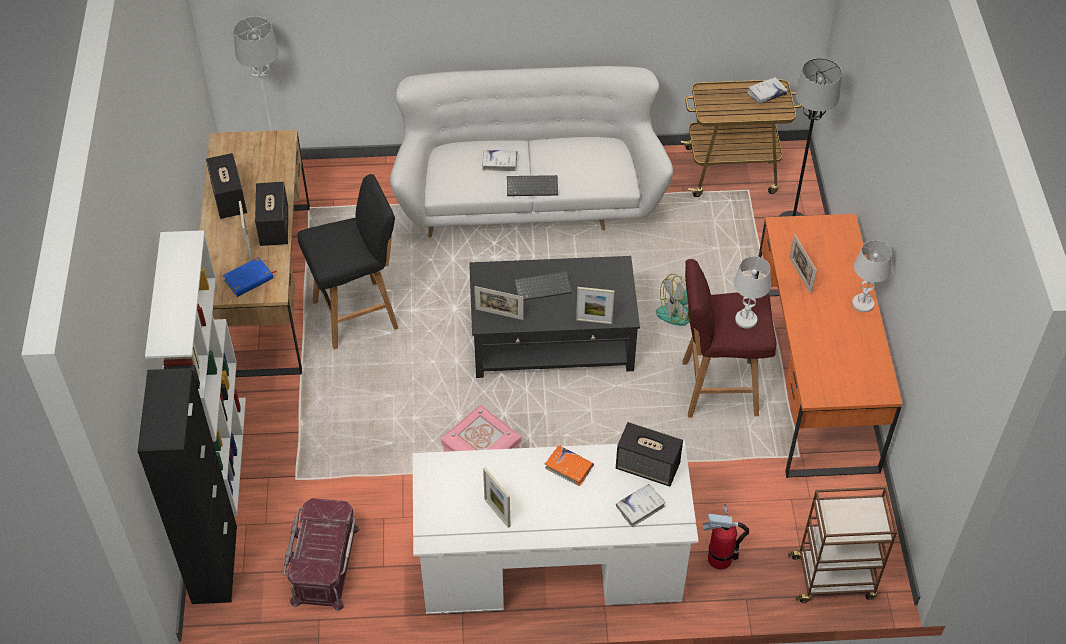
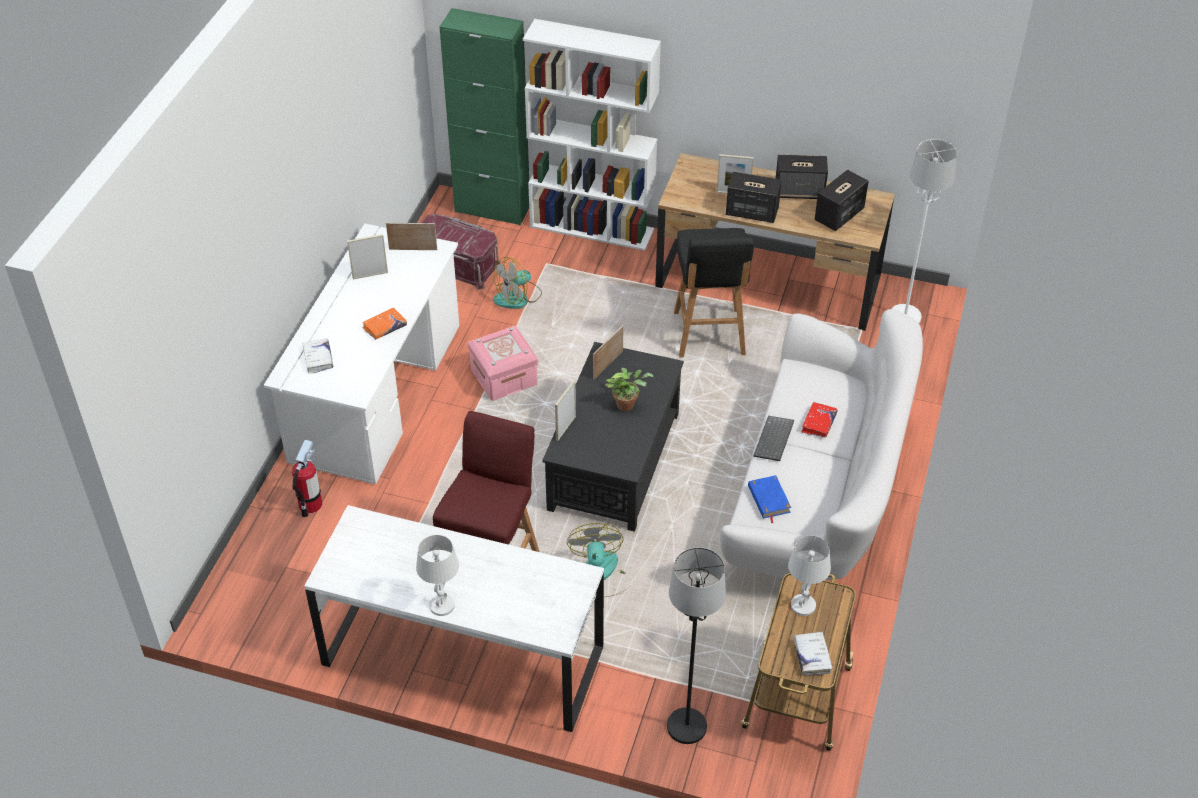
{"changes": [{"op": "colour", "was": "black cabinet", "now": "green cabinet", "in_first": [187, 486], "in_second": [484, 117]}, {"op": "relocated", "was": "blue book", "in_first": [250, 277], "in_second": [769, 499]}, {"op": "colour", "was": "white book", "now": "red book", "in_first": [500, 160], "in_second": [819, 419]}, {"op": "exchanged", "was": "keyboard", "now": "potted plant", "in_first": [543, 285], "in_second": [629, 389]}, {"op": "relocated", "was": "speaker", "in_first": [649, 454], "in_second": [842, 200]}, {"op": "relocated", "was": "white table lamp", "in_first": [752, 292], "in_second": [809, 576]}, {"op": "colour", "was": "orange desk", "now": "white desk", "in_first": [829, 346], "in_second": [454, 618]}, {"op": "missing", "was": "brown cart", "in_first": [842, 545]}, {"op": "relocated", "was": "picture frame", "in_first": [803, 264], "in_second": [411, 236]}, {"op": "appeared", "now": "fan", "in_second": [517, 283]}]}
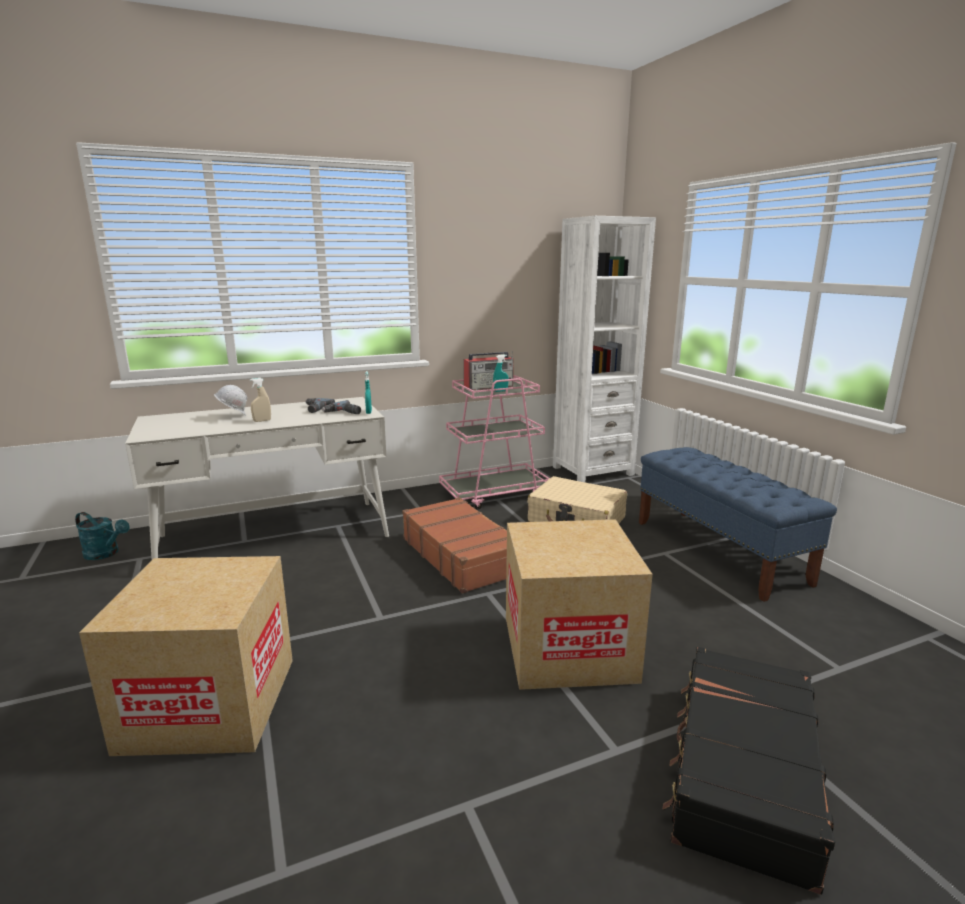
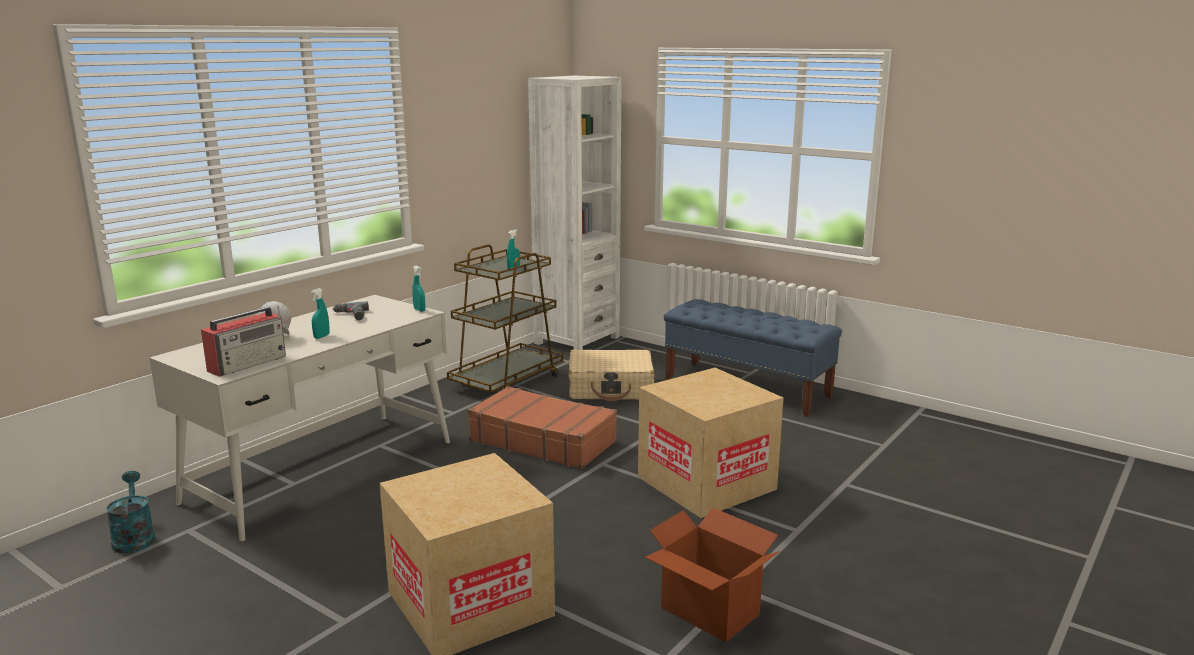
{"changes": [{"op": "spun", "was": "turquoise watering can", "in_first": [102, 536], "in_second": [130, 512], "clockwise": -105}, {"op": "colour", "was": "beige spray bottle", "now": "turquoise spray bottle", "in_first": [260, 400], "in_second": [320, 313]}, {"op": "missing", "was": "power drill", "in_first": [341, 407]}, {"op": "colour", "was": "pink cart", "now": "brown cart", "in_first": [494, 442], "in_second": [505, 318]}, {"op": "relocated", "was": "radio", "in_first": [489, 370], "in_second": [243, 341]}, {"op": "missing", "was": "black suitcase", "in_first": [748, 771]}, {"op": "appeared", "now": "cardboard box", "in_second": [712, 575]}]}
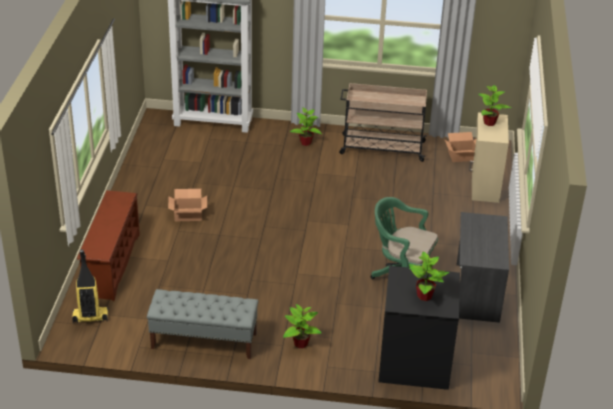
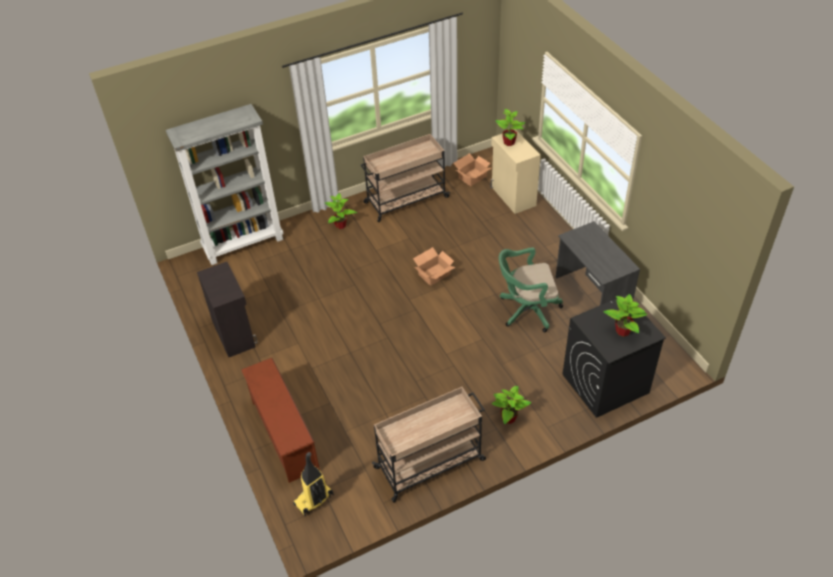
{"changes": [{"op": "exchanged", "was": "grey bench", "now": "beige cart", "in_first": [202, 324], "in_second": [429, 445]}, {"op": "relocated", "was": "cardboard box", "in_first": [187, 205], "in_second": [434, 266]}, {"op": "appeared", "now": "black cabinet", "in_second": [227, 309]}]}
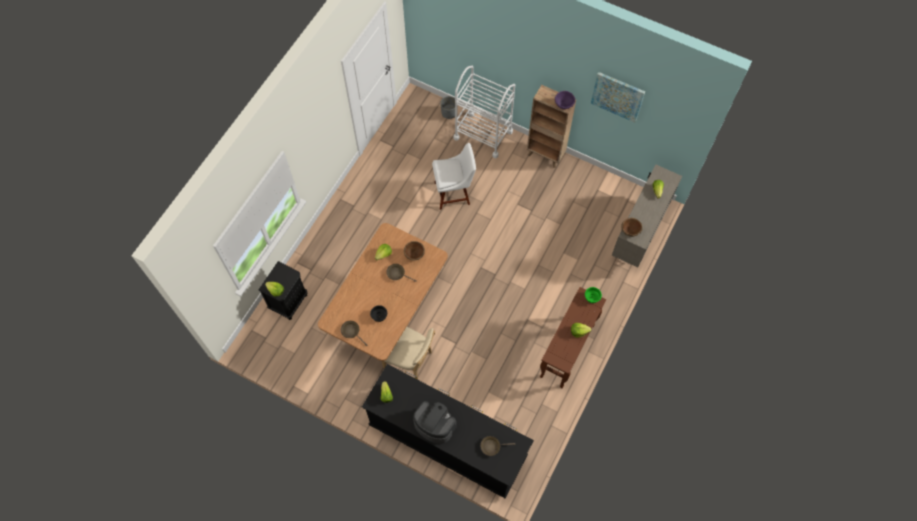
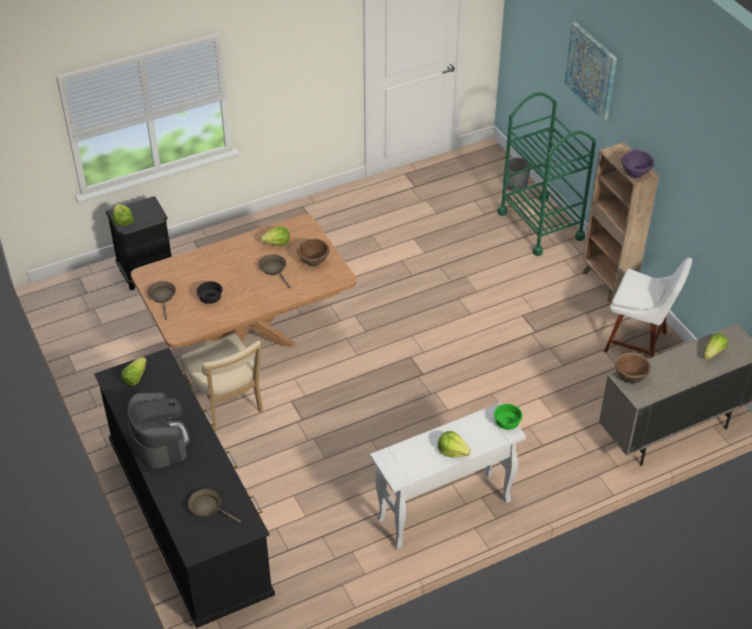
{"changes": [{"op": "relocated", "was": "white chair", "in_first": [454, 176], "in_second": [648, 308]}, {"op": "colour", "was": "white cart", "now": "green cart", "in_first": [484, 112], "in_second": [547, 174]}, {"op": "colour", "was": "brown console table", "now": "white console table", "in_first": [573, 337], "in_second": [448, 476]}, {"op": "relocated", "was": "picture", "in_first": [618, 97], "in_second": [590, 71]}]}
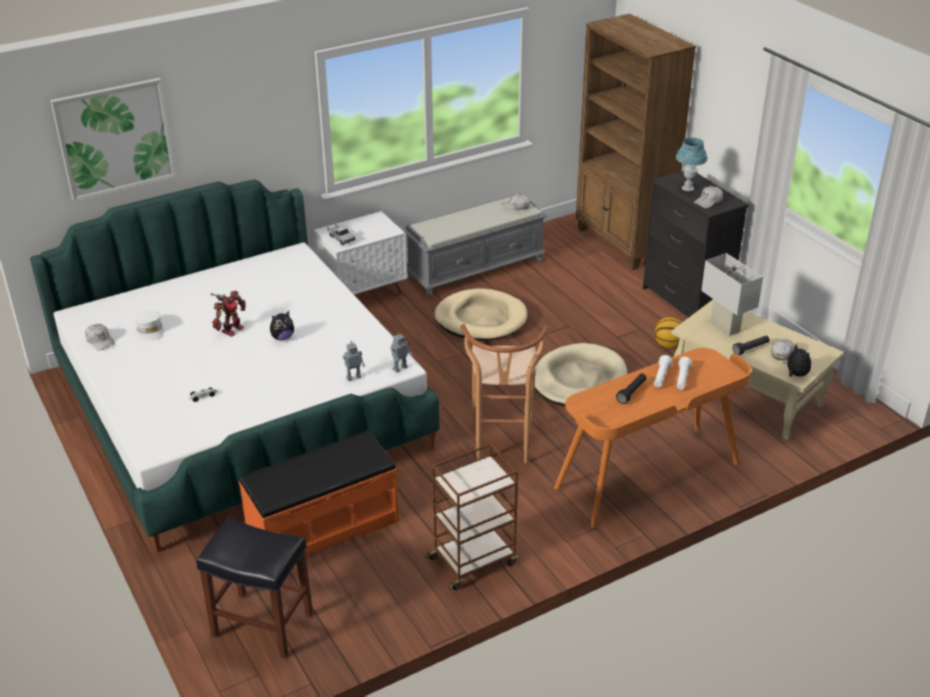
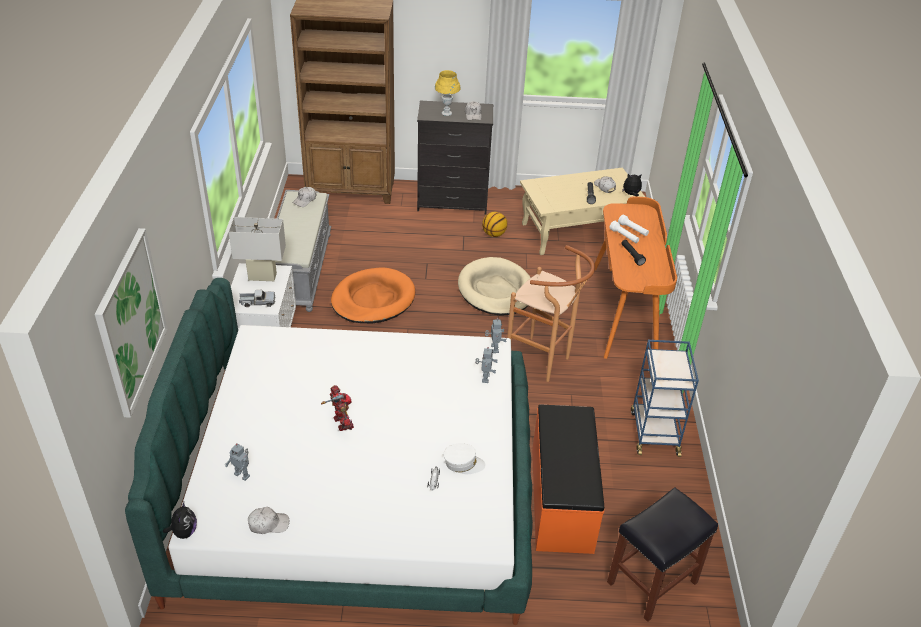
{"changes": [{"op": "relocated", "was": "white cap", "in_first": [149, 325], "in_second": [464, 458]}, {"op": "relocated", "was": "plush toy", "in_first": [282, 325], "in_second": [180, 520]}, {"op": "colour", "was": "brown cart", "now": "blue cart", "in_first": [471, 516], "in_second": [665, 398]}, {"op": "colour", "was": "beige dog bed", "now": "orange dog bed", "in_first": [480, 314], "in_second": [373, 295]}, {"op": "colour", "was": "blue table lamp", "now": "yellow table lamp", "in_first": [691, 164], "in_second": [448, 93]}, {"op": "relocated", "was": "white table lamp", "in_first": [732, 294], "in_second": [257, 249]}, {"op": "appeared", "now": "toy robot", "in_second": [237, 462]}]}
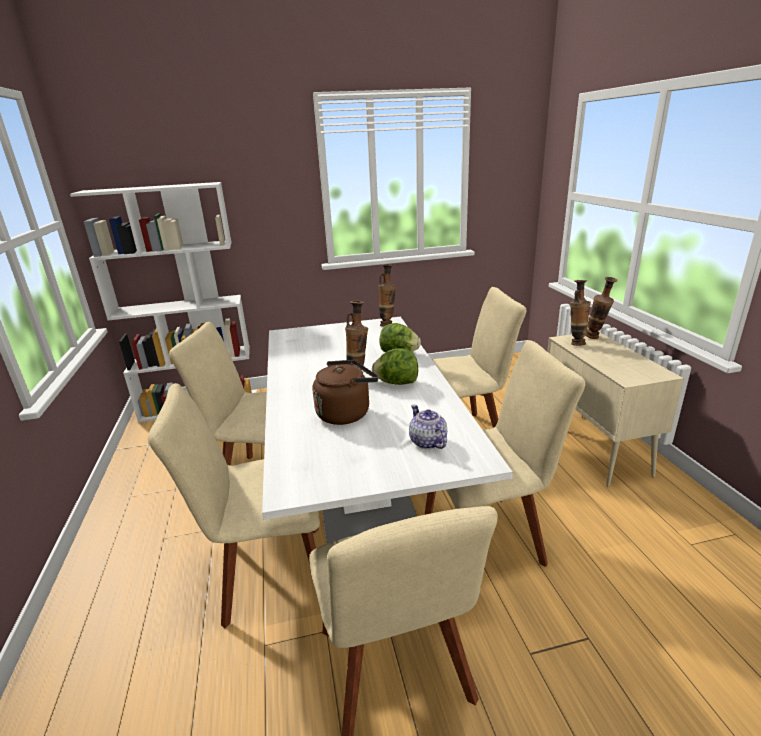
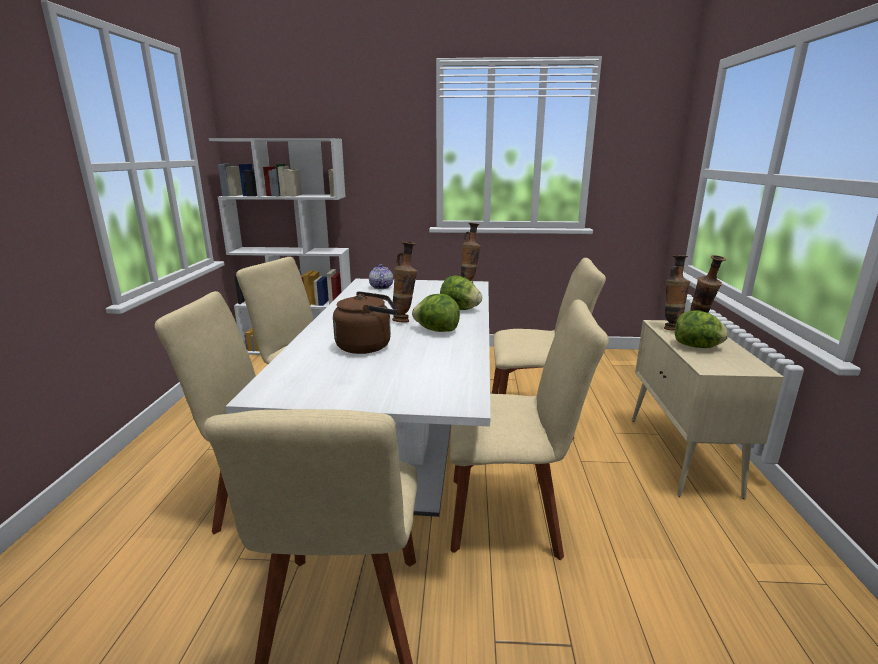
{"changes": [{"op": "relocated", "was": "teapot", "in_first": [428, 427], "in_second": [381, 276]}, {"op": "appeared", "now": "lettuce", "in_second": [701, 329]}]}
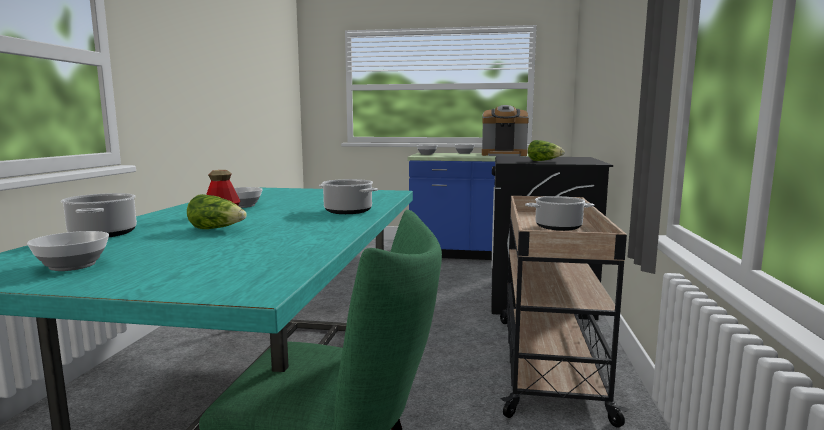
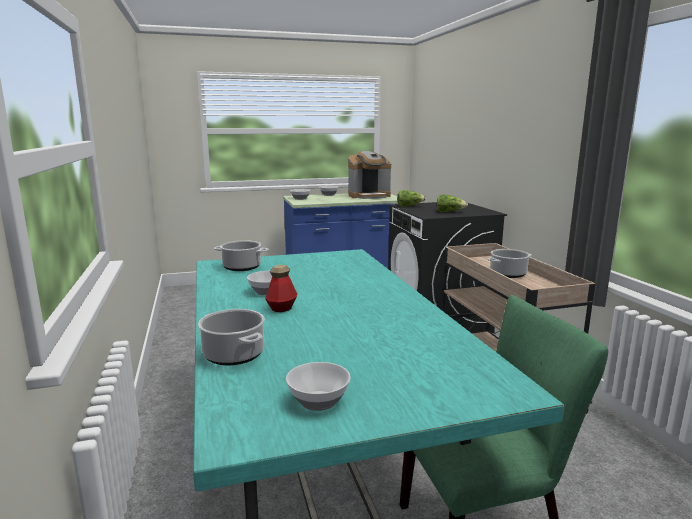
{"changes": [{"op": "relocated", "was": "lettuce", "in_first": [217, 211], "in_second": [411, 198]}, {"op": "relocated", "was": "cooking pot", "in_first": [348, 196], "in_second": [241, 255]}]}
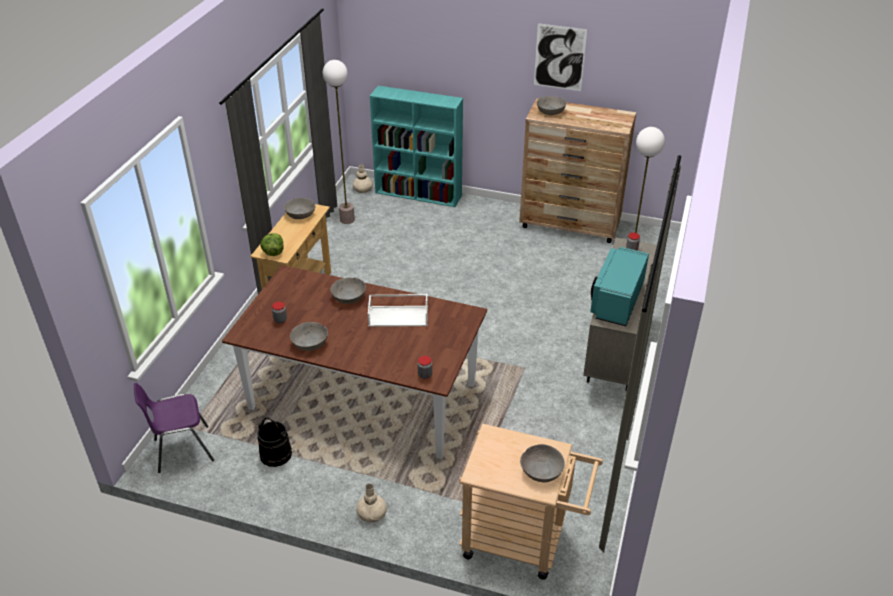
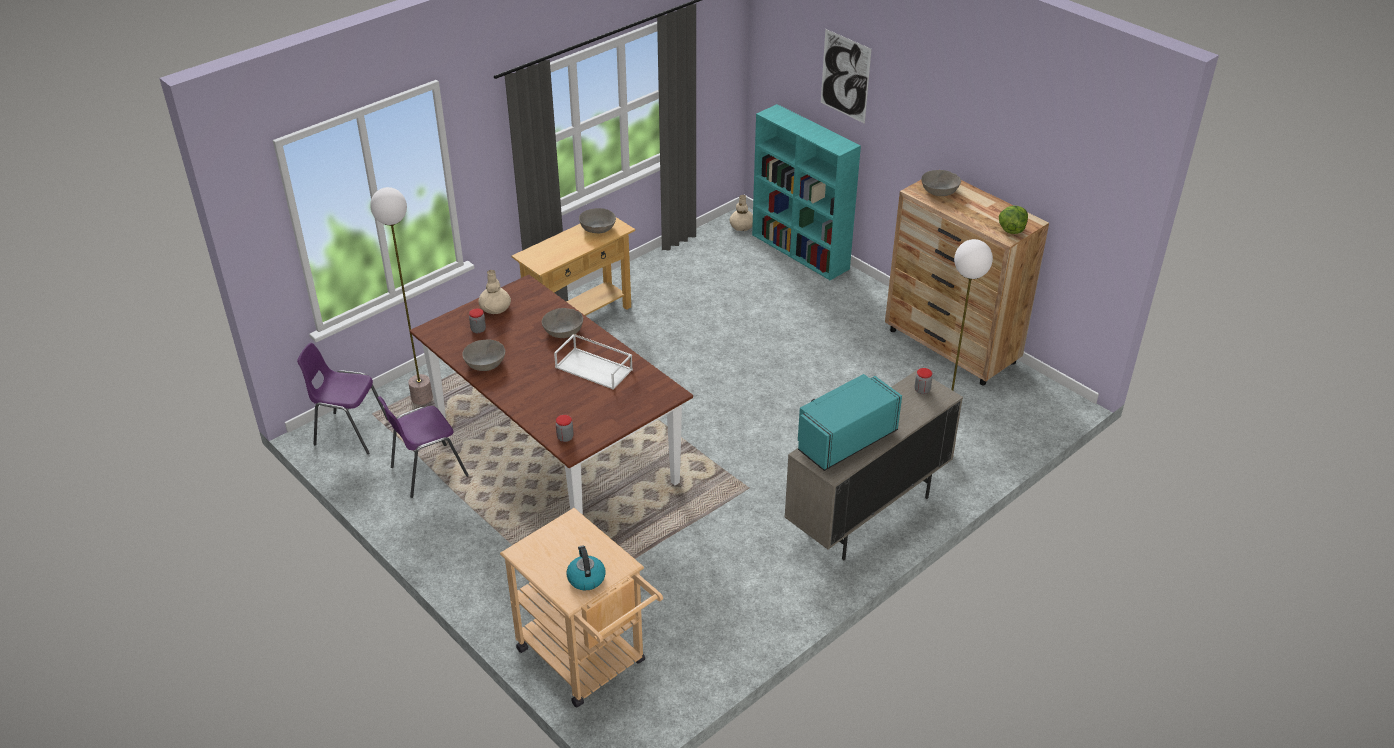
{"changes": [{"op": "exchanged", "was": "black bucket", "now": "purple chair", "in_first": [274, 442], "in_second": [423, 447]}, {"op": "relocated", "was": "lettuce", "in_first": [271, 244], "in_second": [1013, 220]}, {"op": "relocated", "was": "floor lamp", "in_first": [339, 142], "in_second": [401, 296]}, {"op": "relocated", "was": "beige vase", "in_first": [371, 503], "in_second": [495, 292]}, {"op": "exchanged", "was": "grey bowl", "now": "kettle", "in_first": [542, 463], "in_second": [586, 568]}, {"op": "relocated", "was": "picture", "in_first": [560, 57], "in_second": [846, 76]}]}
